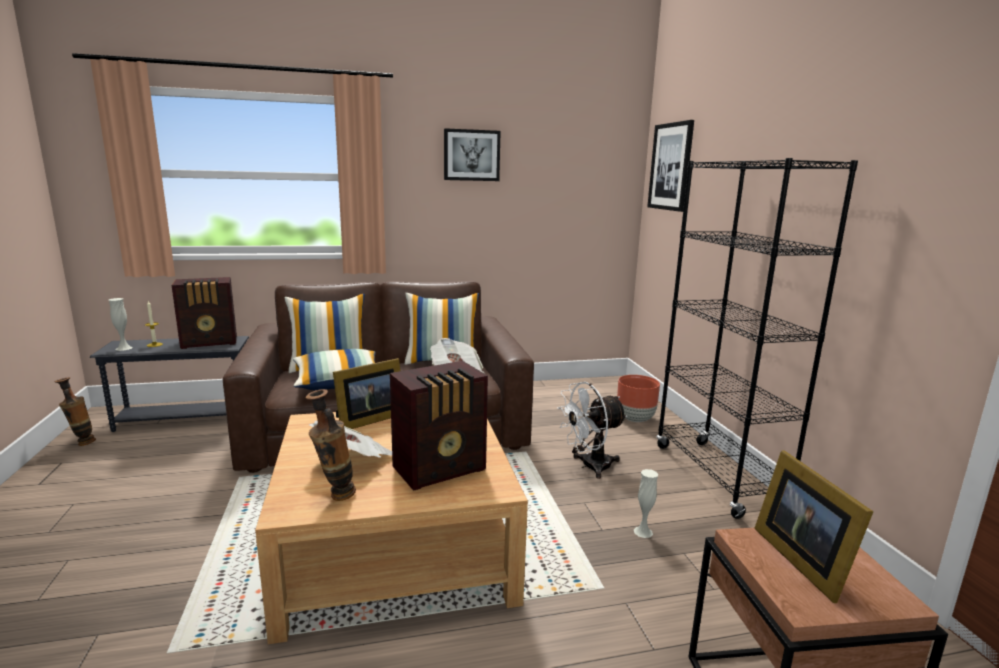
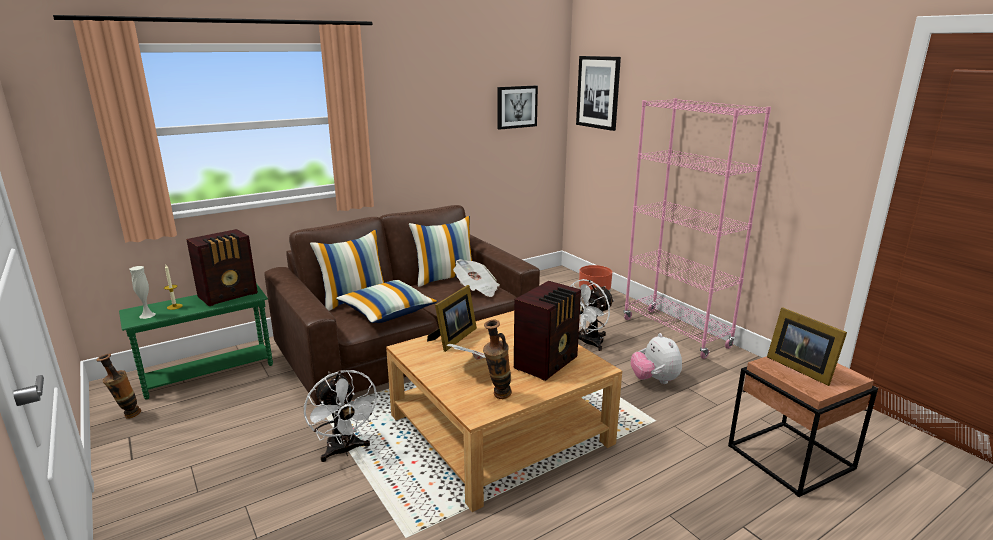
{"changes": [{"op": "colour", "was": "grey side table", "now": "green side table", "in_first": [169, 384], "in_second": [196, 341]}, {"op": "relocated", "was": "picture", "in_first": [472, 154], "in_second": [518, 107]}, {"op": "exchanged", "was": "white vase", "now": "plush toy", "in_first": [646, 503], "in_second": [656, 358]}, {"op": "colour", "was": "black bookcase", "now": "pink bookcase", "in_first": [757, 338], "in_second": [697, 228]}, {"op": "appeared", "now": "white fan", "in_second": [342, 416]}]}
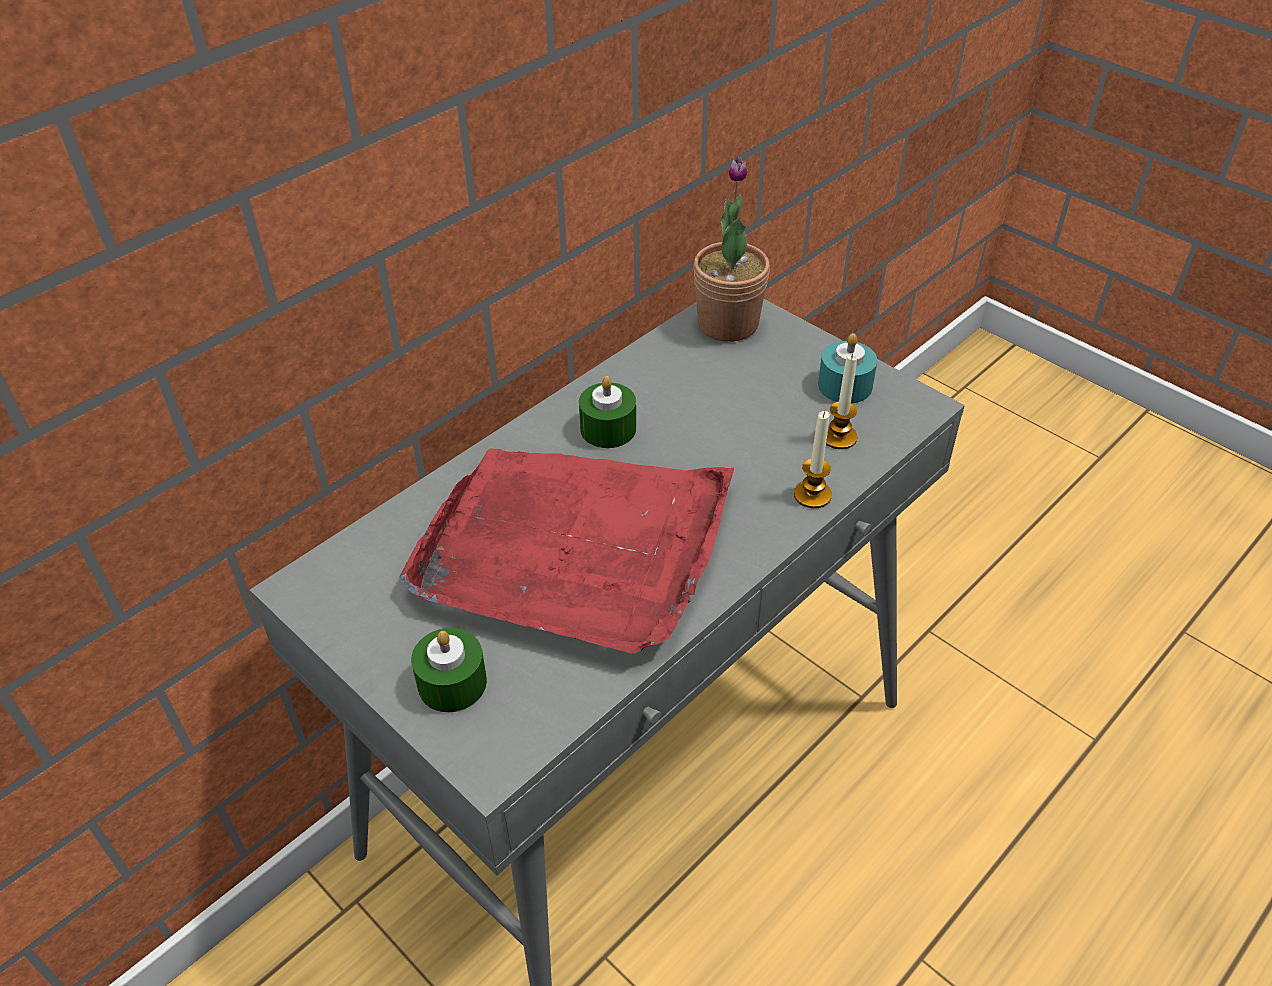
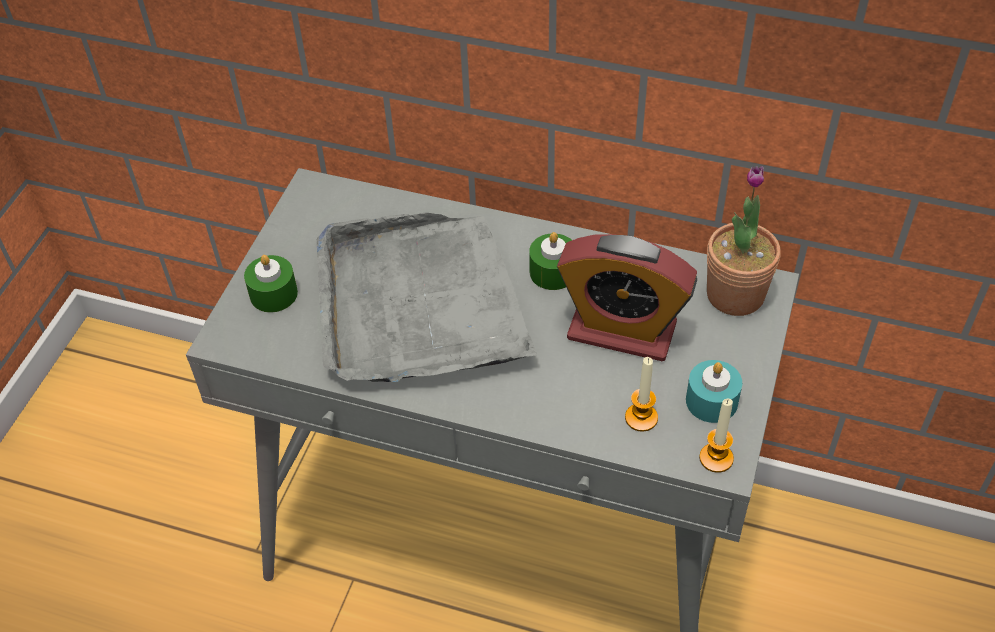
{"changes": [{"op": "colour", "was": "red tray", "now": "grey tray", "in_first": [566, 551], "in_second": [426, 297]}, {"op": "relocated", "was": "candle", "in_first": [813, 459], "in_second": [716, 436]}, {"op": "appeared", "now": "alarm clock", "in_second": [627, 297]}]}
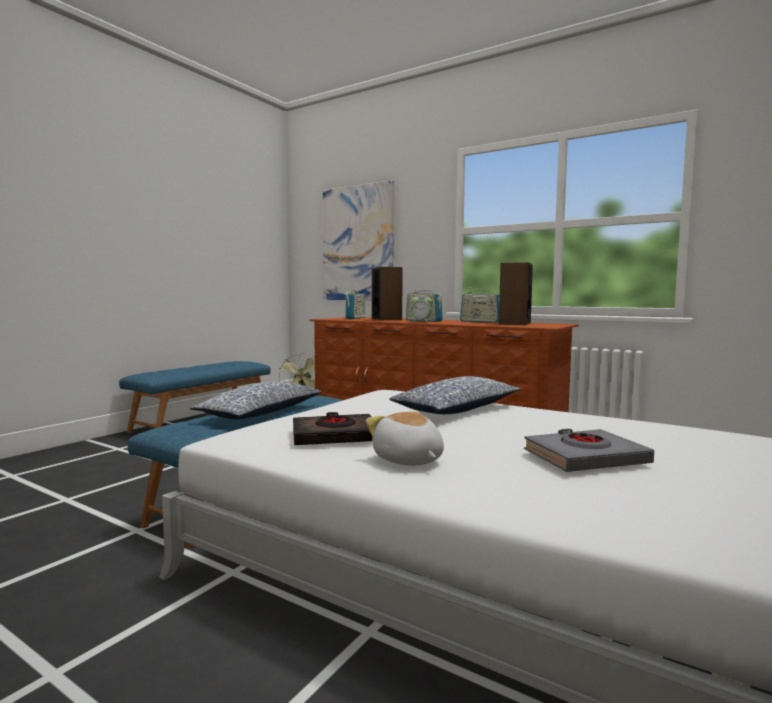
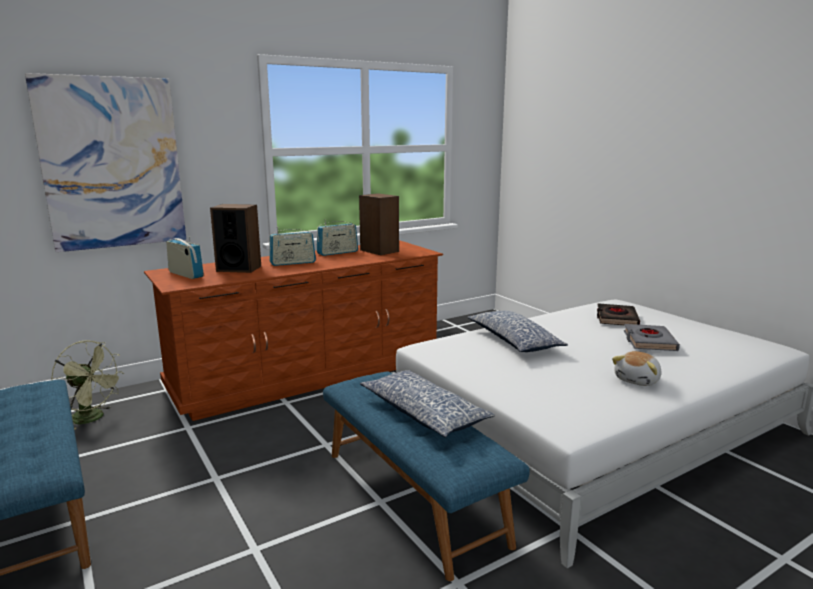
{"changes": [{"op": "relocated", "was": "black book", "in_first": [333, 428], "in_second": [618, 314]}, {"op": "spun", "was": "plush toy", "in_first": [405, 438], "in_second": [637, 368], "clockwise": -45}, {"op": "missing", "was": "alarm clock", "in_first": [421, 310]}]}
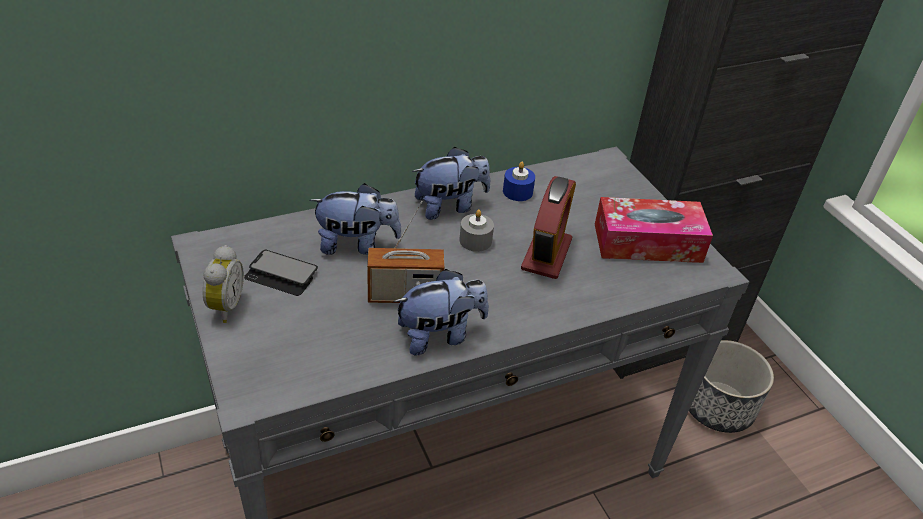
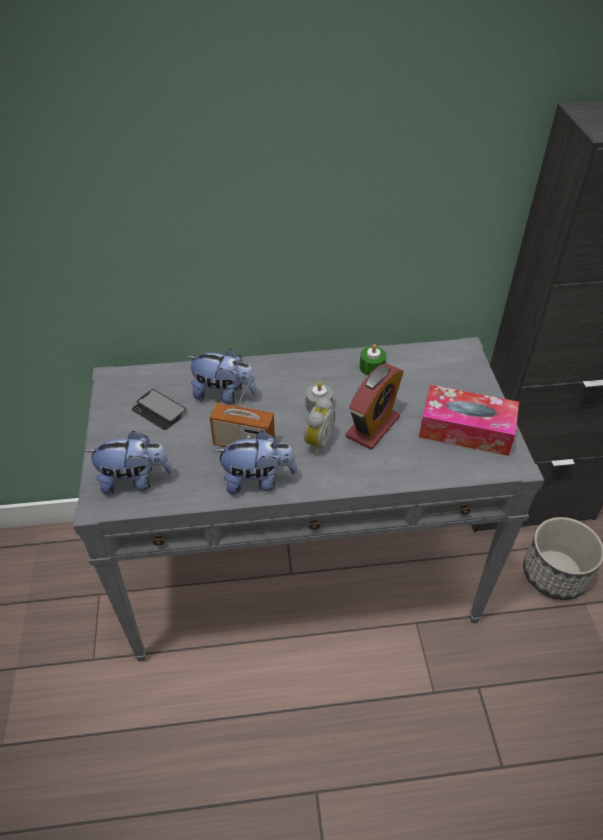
{"changes": [{"op": "relocated", "was": "alarm clock", "in_first": [223, 284], "in_second": [319, 426]}, {"op": "relocated", "was": "plush toy", "in_first": [451, 183], "in_second": [129, 463]}, {"op": "colour", "was": "blue candle", "now": "green candle", "in_first": [519, 181], "in_second": [373, 360]}]}
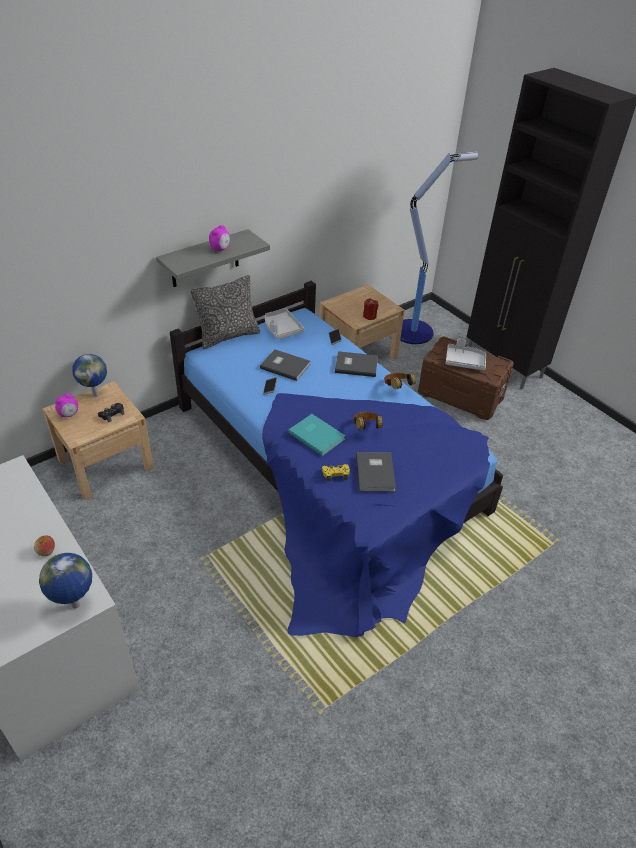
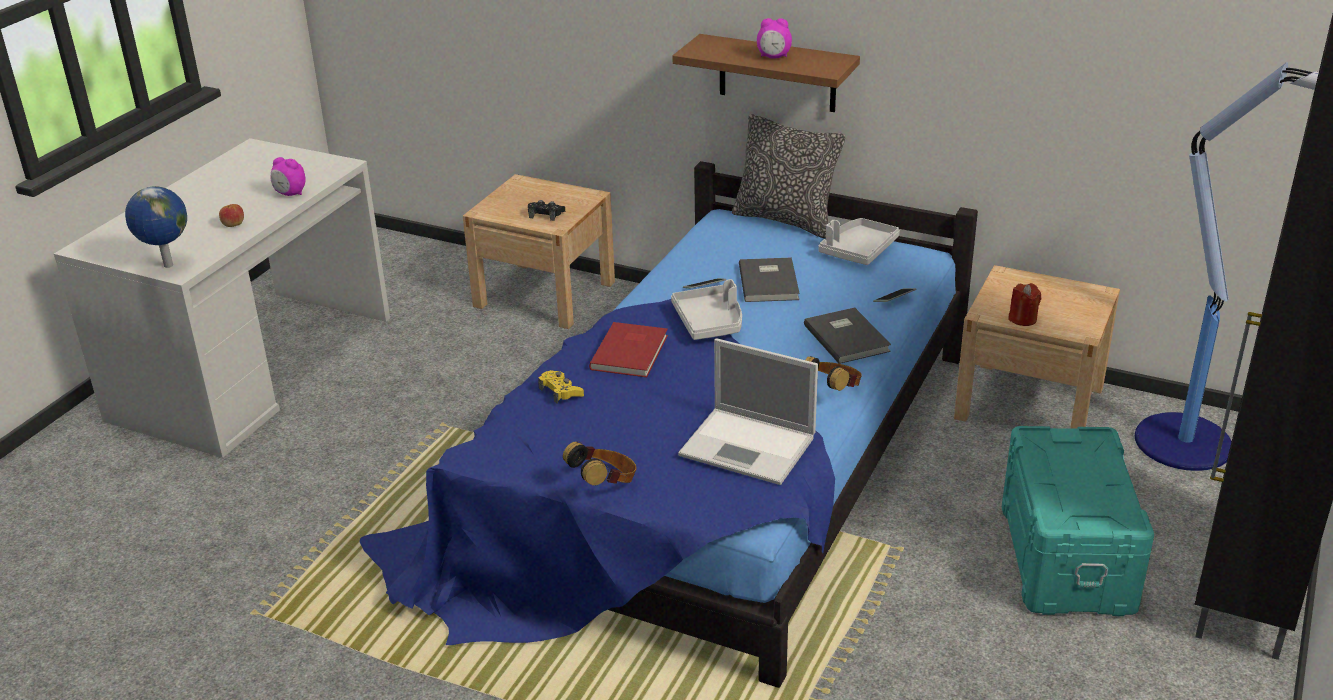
{"changes": [{"op": "relocated", "was": "alarm clock", "in_first": [66, 405], "in_second": [288, 176]}, {"op": "missing", "was": "globe", "in_first": [89, 375]}, {"op": "colour", "was": "grey shelf", "now": "brown shelf", "in_first": [213, 258], "in_second": [766, 73]}, {"op": "colour", "was": "turquoise book", "now": "red book", "in_first": [317, 435], "in_second": [628, 349]}, {"op": "relocated", "was": "headphones", "in_first": [367, 420], "in_second": [599, 463]}, {"op": "missing", "was": "grey book", "in_first": [376, 472]}, {"op": "colour", "was": "brown storage box", "now": "turquoise storage box", "in_first": [466, 378], "in_second": [1078, 521]}, {"op": "relocated", "was": "grey tray", "in_first": [466, 354], "in_second": [706, 309]}, {"op": "appeared", "now": "laptop", "in_second": [748, 411]}]}
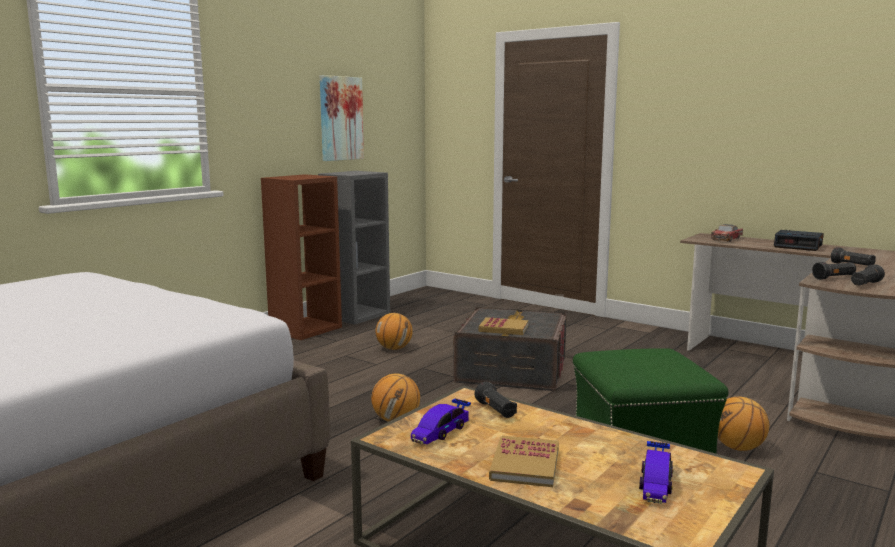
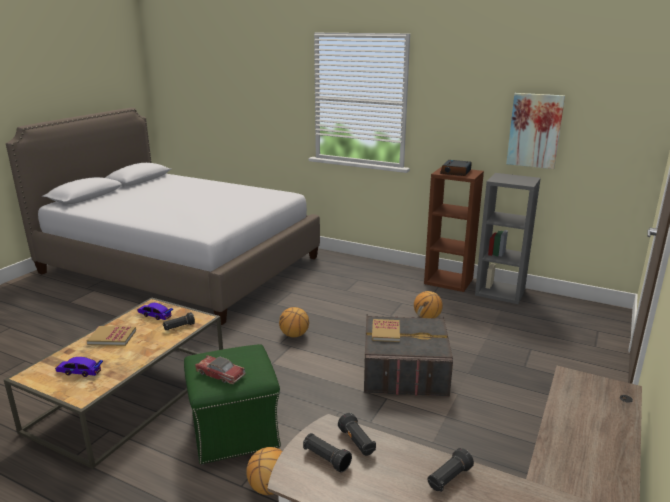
{"changes": [{"op": "relocated", "was": "toy car", "in_first": [727, 233], "in_second": [220, 370]}, {"op": "relocated", "was": "alarm clock", "in_first": [799, 240], "in_second": [456, 168]}]}
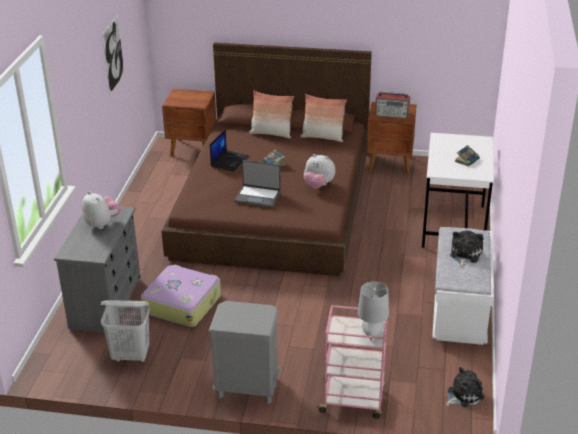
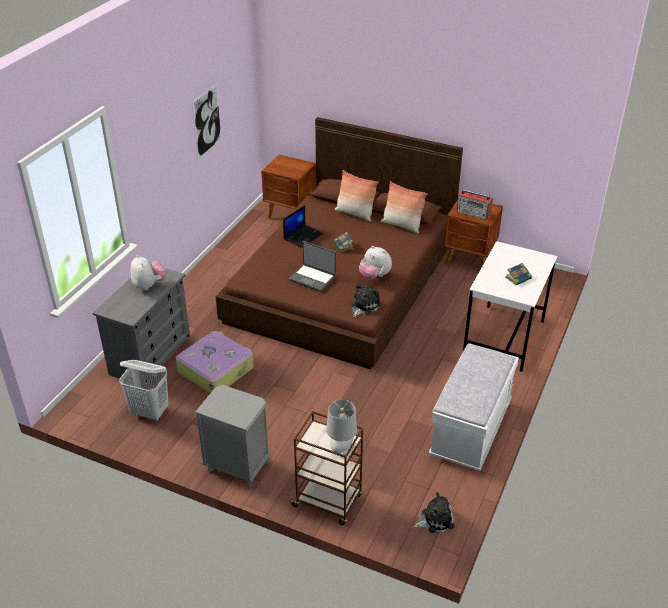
{"changes": [{"op": "colour", "was": "pink cart", "now": "brown cart", "in_first": [352, 362], "in_second": [326, 468]}, {"op": "relocated", "was": "plush toy", "in_first": [467, 249], "in_second": [366, 300]}]}
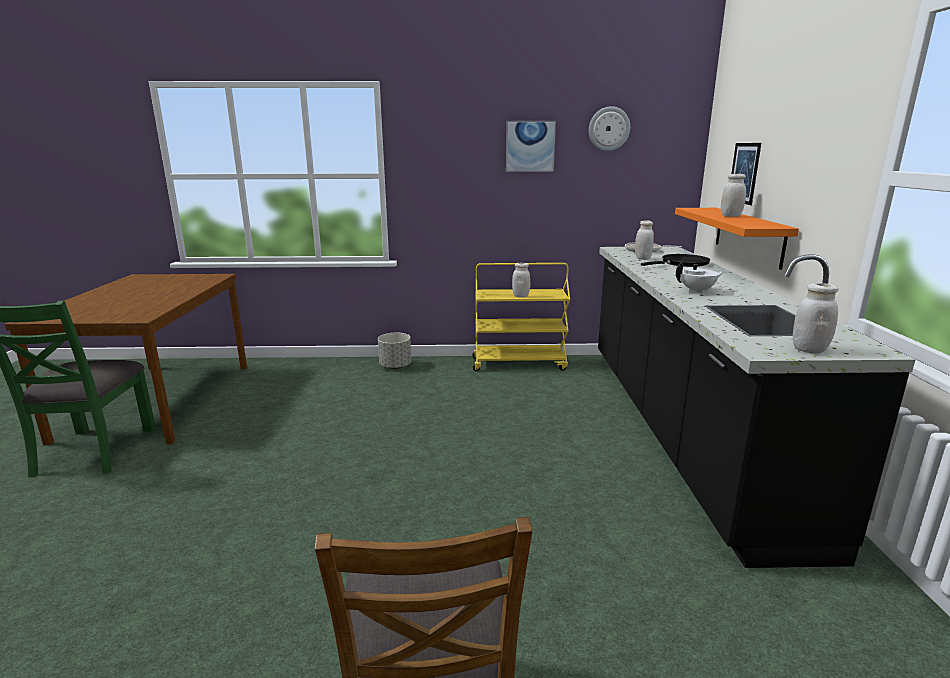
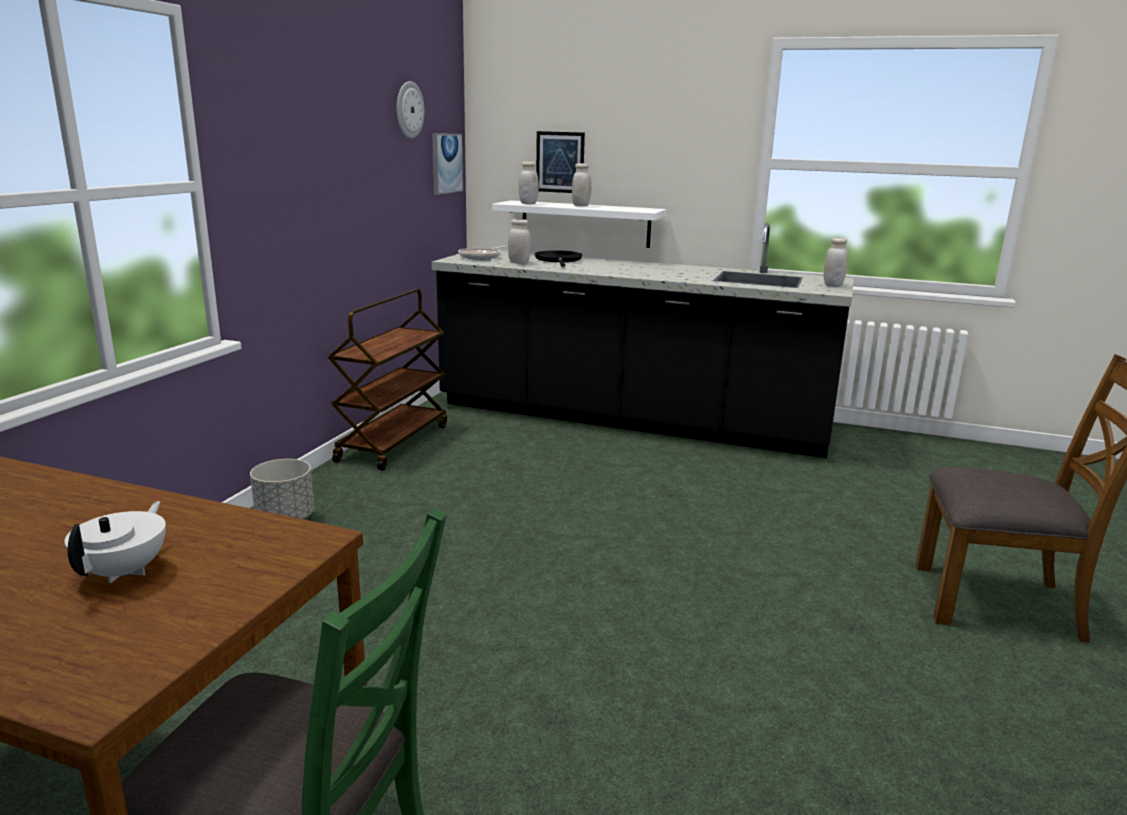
{"changes": [{"op": "colour", "was": "yellow cart", "now": "brown cart", "in_first": [521, 317], "in_second": [387, 380]}, {"op": "relocated", "was": "picture", "in_first": [531, 146], "in_second": [447, 164]}, {"op": "relocated", "was": "white jar", "in_first": [521, 280], "in_second": [529, 183]}, {"op": "colour", "was": "orange shelf", "now": "white shelf", "in_first": [737, 239], "in_second": [579, 224]}, {"op": "relocated", "was": "white teapot", "in_first": [700, 277], "in_second": [115, 542]}]}
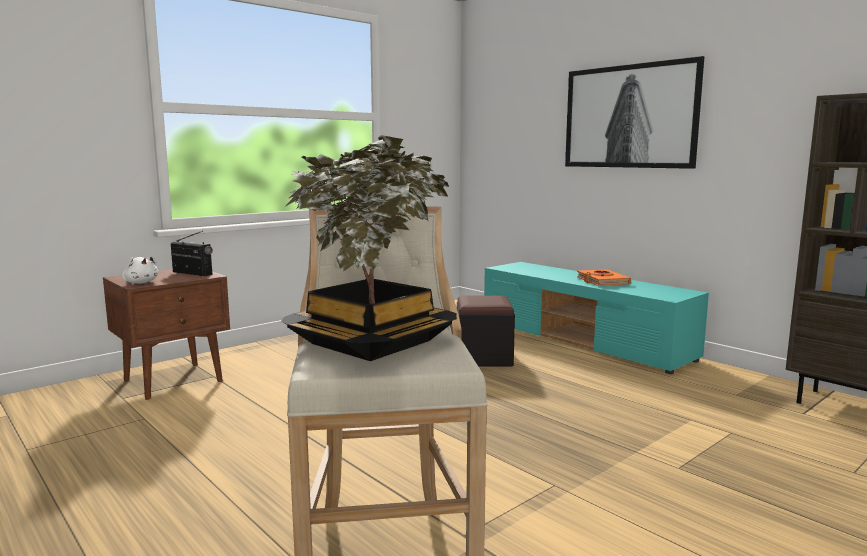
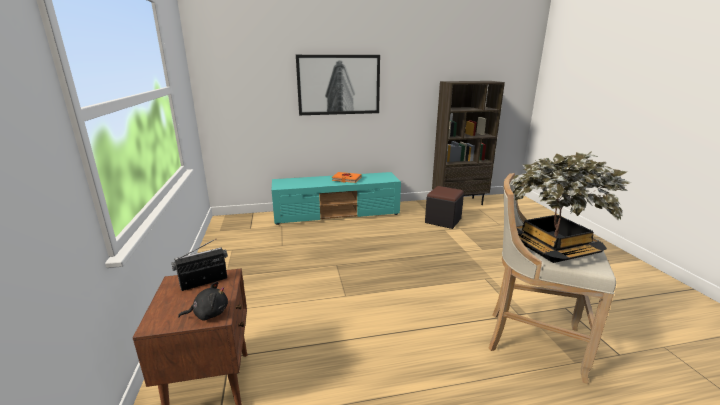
{"changes": [{"op": "colour", "was": "white plush toy", "now": "black plush toy", "in_first": [140, 269], "in_second": [203, 301]}, {"op": "relocated", "was": "black ottoman", "in_first": [486, 331], "in_second": [444, 207]}]}
